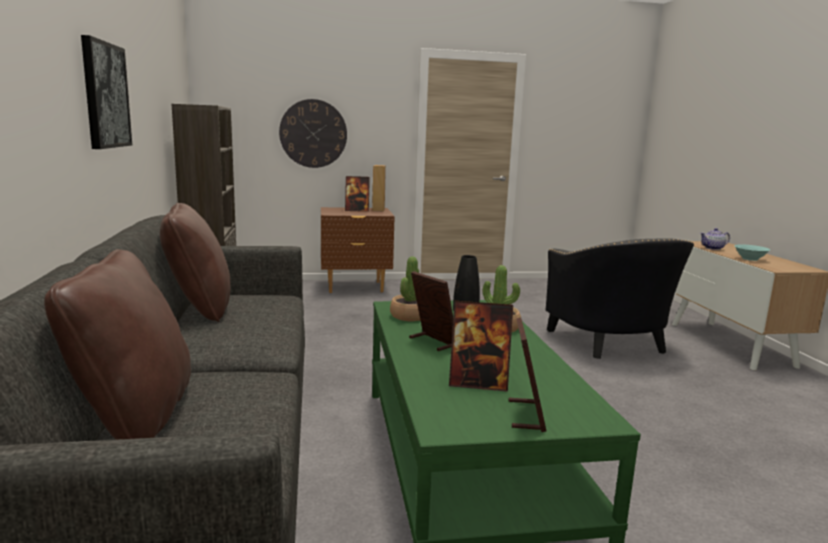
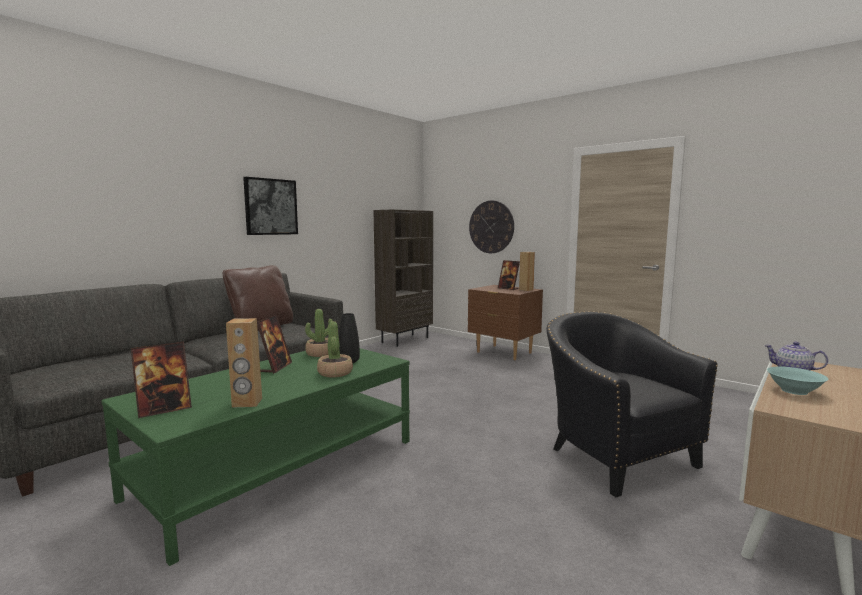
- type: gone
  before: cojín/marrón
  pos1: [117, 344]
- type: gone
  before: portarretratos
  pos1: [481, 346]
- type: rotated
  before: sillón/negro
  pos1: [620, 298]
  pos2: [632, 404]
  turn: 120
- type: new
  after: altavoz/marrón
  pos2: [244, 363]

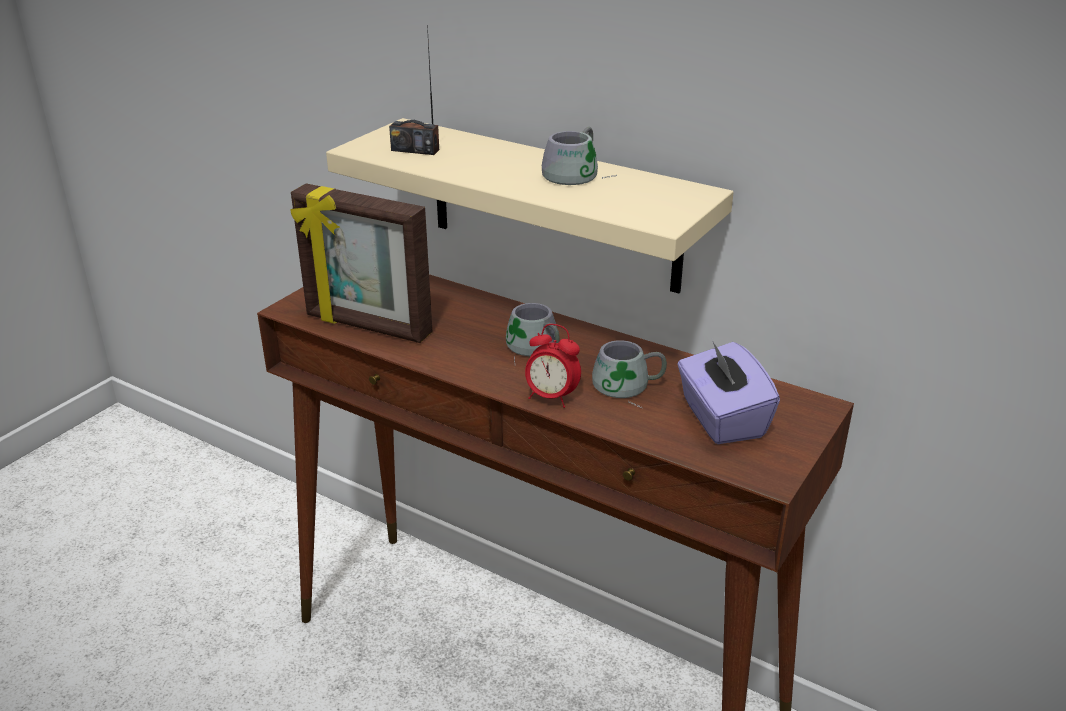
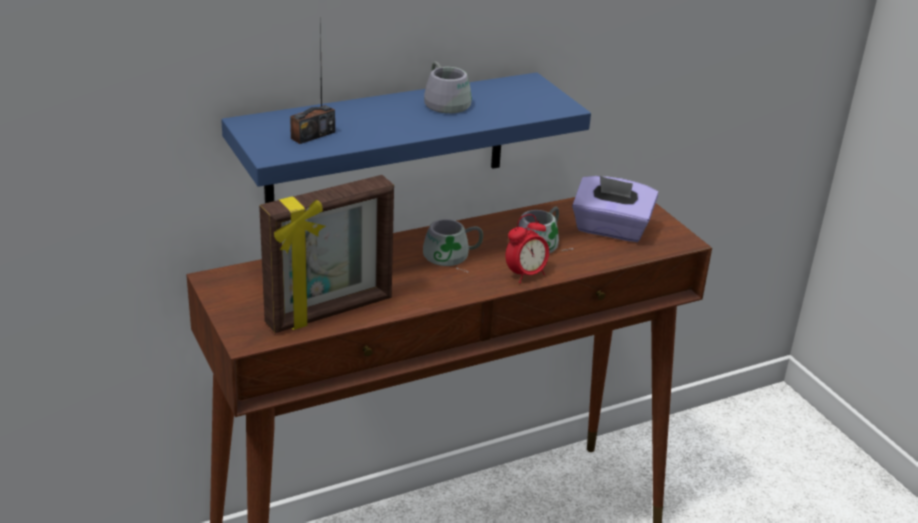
- type: repainted
  before: estante/beis
  after: estante/azul
  pos1: [530, 206]
  pos2: [406, 137]

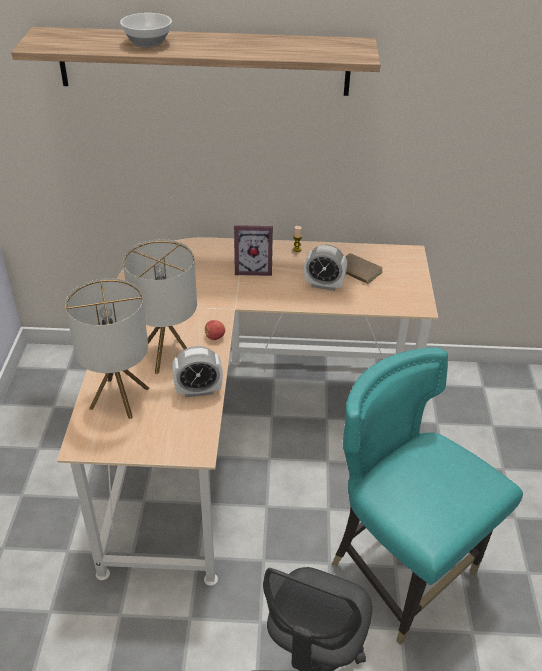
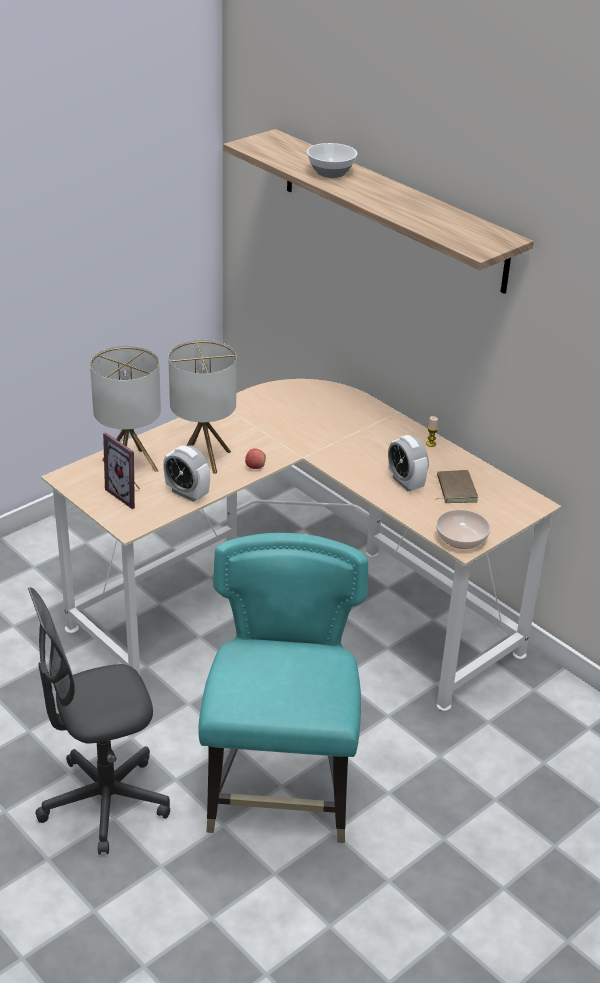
- type: shifted
  before: portarretratos
  pos1: [253, 250]
  pos2: [122, 471]
- type: new
  after: cuenco
  pos2: [463, 529]

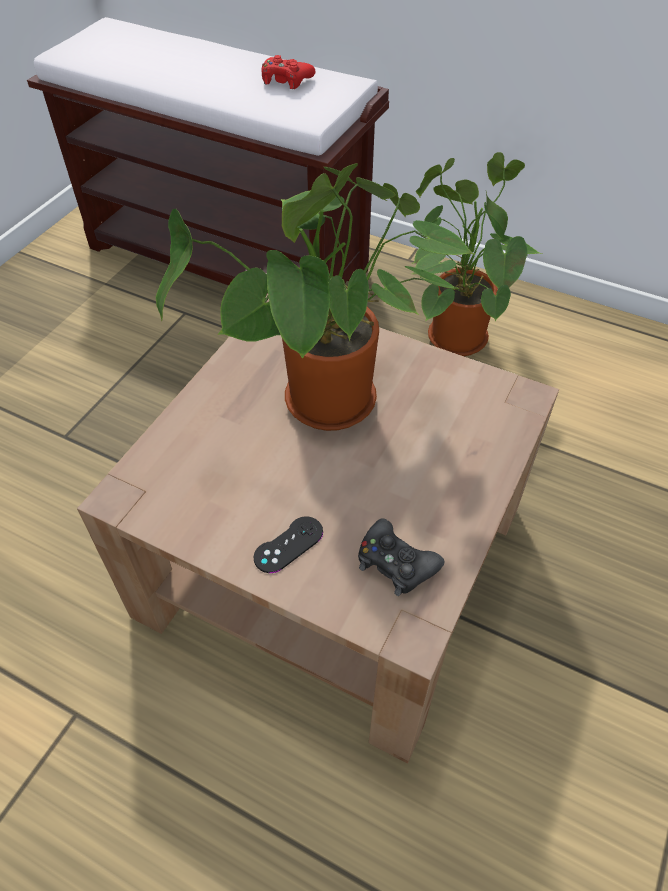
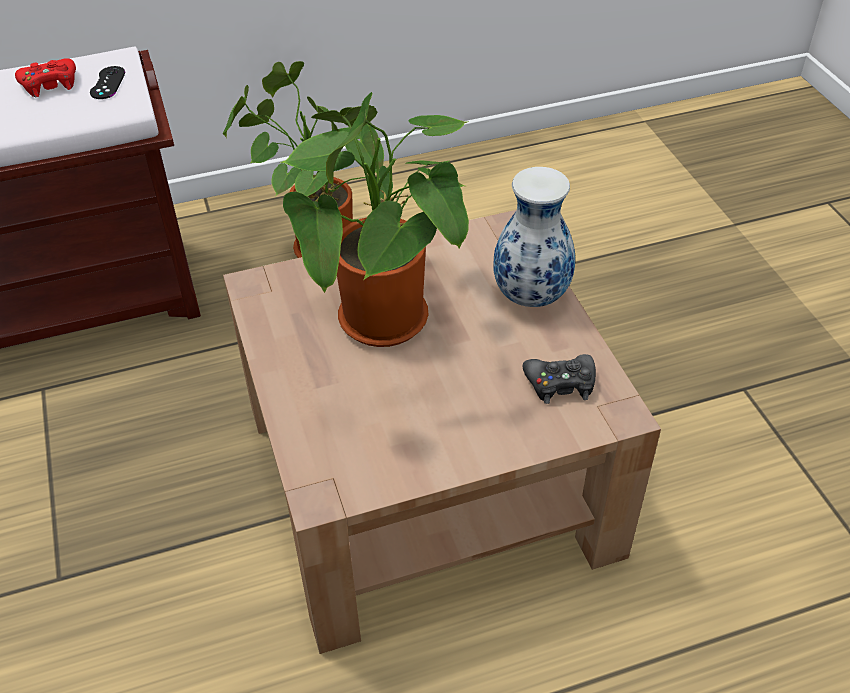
- type: shifted
  before: mando de consola/negro
  pos1: [288, 544]
  pos2: [107, 82]
- type: new
  after: florero
  pos2: [534, 237]

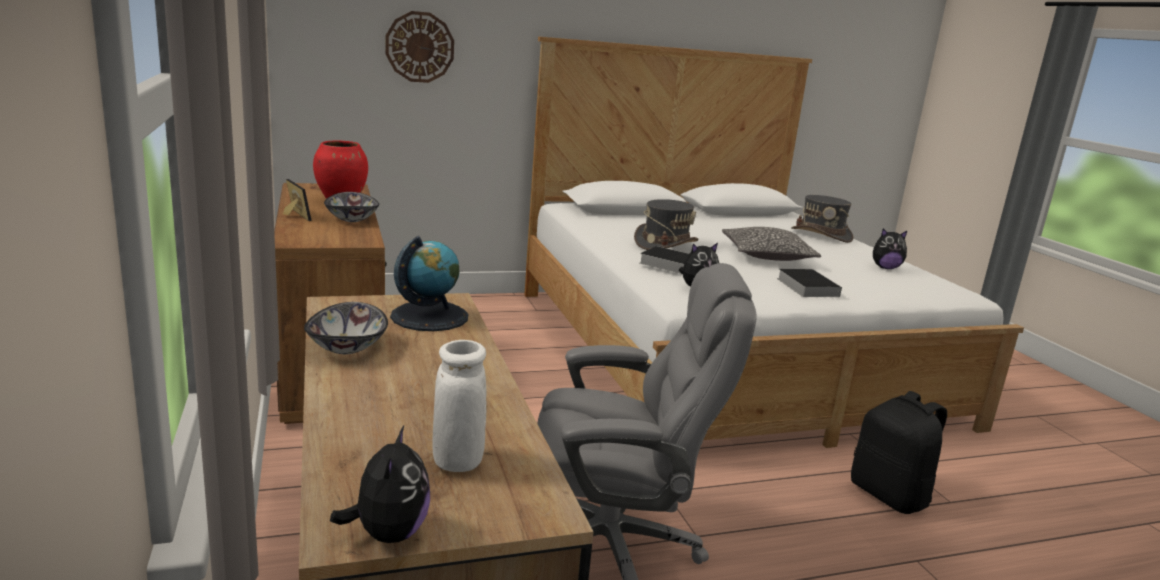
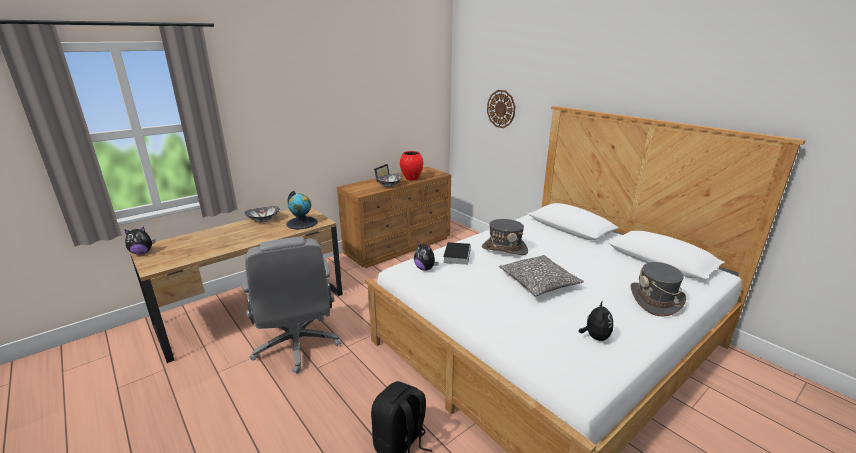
- type: gone
  before: florero/blanco
  pos1: [459, 406]
- type: gone
  before: libro
  pos1: [809, 283]
- type: rotated
  before: peluche
  pos1: [890, 249]
  pos2: [596, 320]
  turn: -150

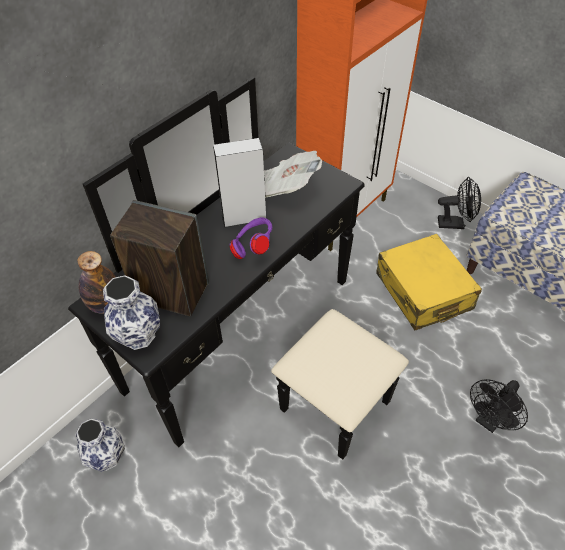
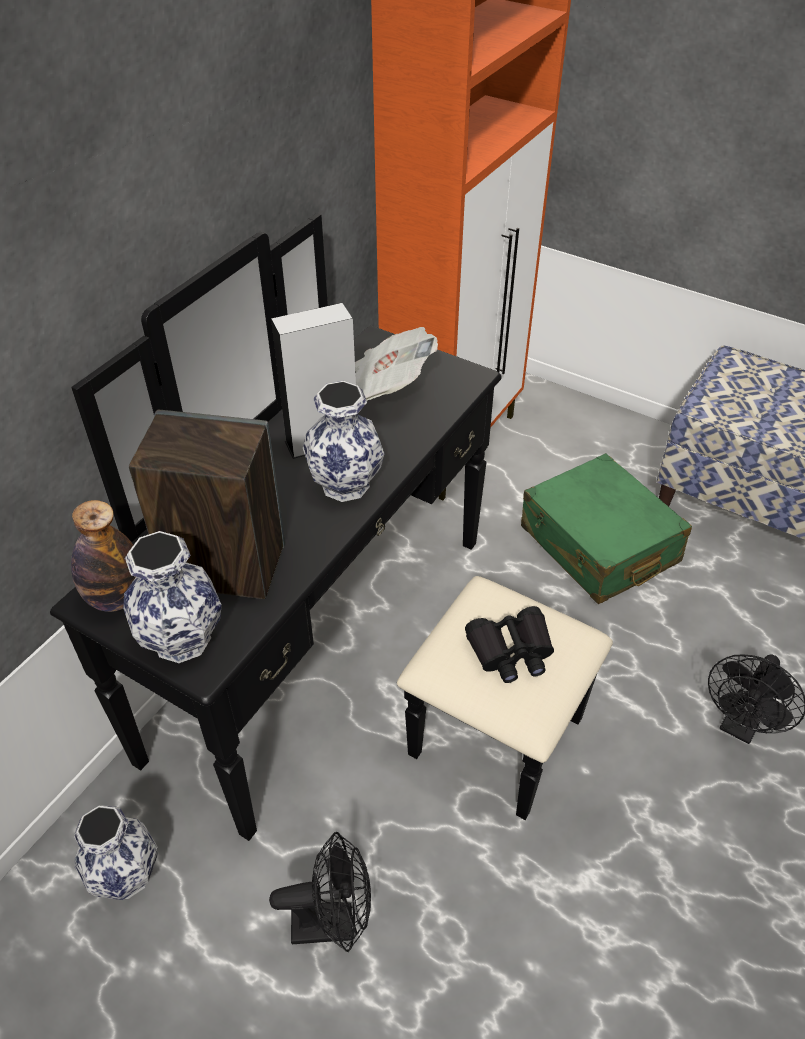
- type: swapped
  before: auriculares/morado
  after: florero
  pos1: [250, 238]
  pos2: [343, 441]
- type: repainted
  before: maleta/amarillo
  after: maleta/verde
  pos1: [429, 282]
  pos2: [606, 528]
- type: shifted
  before: ventilador/negro
  pos1: [459, 203]
  pos2: [320, 892]
- type: new
  after: prismáticos/negro
  pos2: [509, 644]

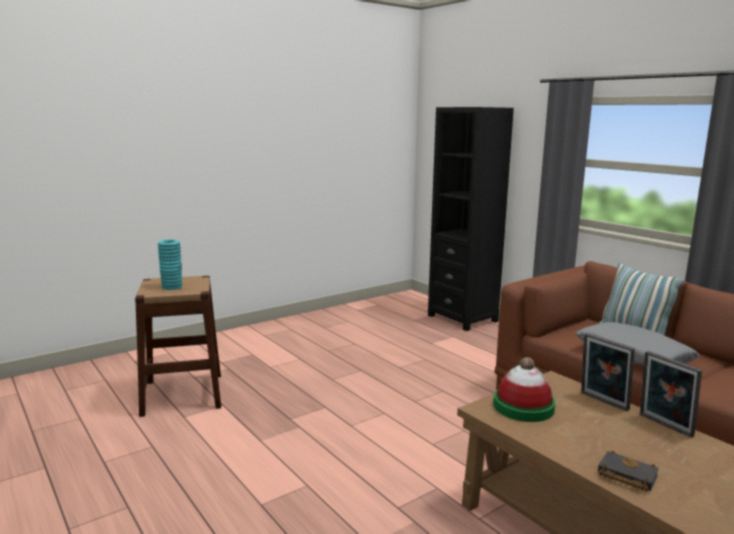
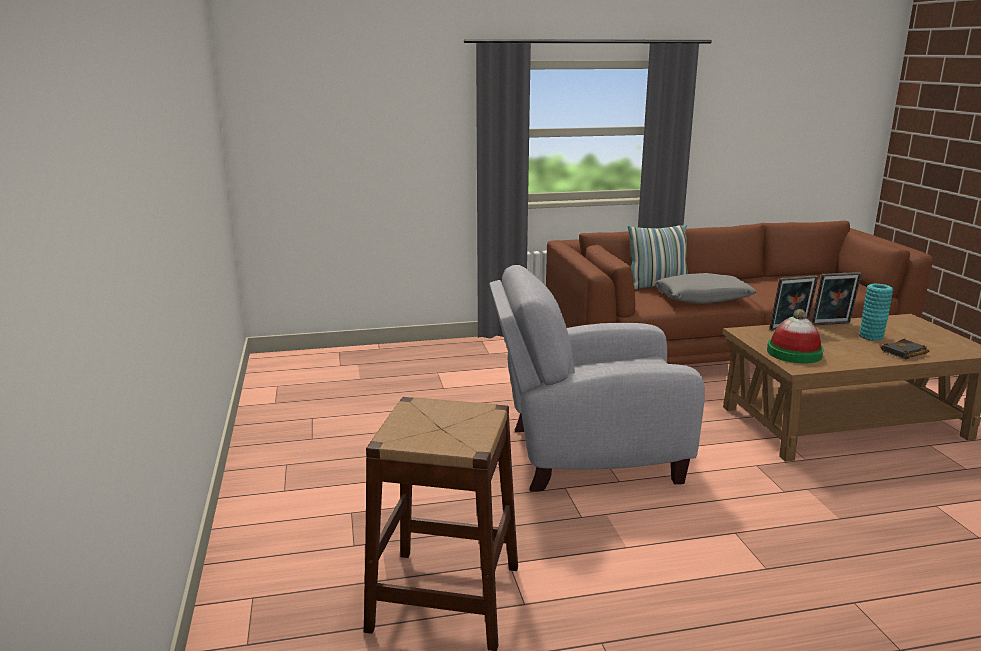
- type: shifted
  before: florero/turquesa
  pos1: [170, 264]
  pos2: [876, 312]
- type: gone
  before: estantería/negro
  pos1: [471, 219]
- type: new
  after: sillón/gris
  pos2: [597, 378]

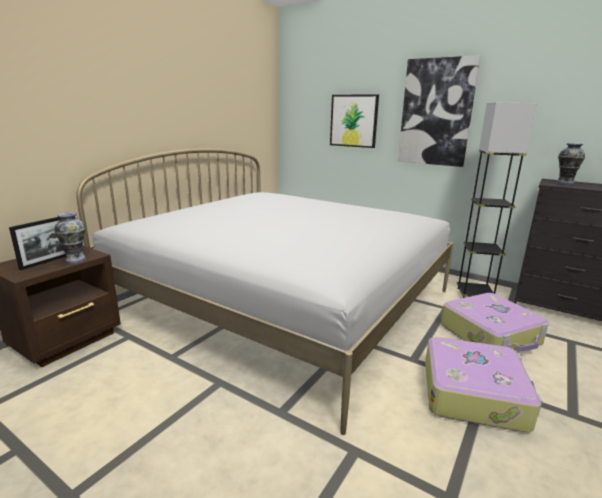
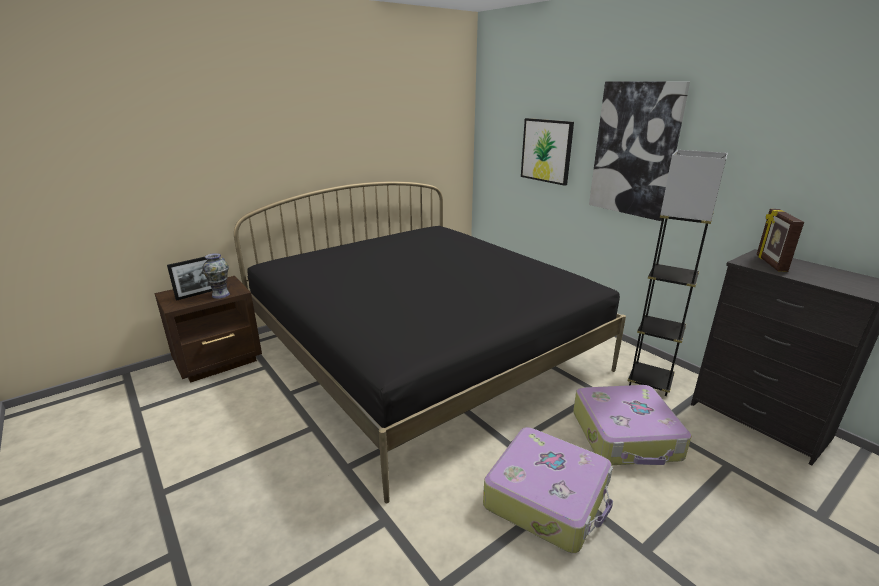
- type: repainted
  before: cama/blanco
  after: cama/negro
  pos1: [265, 292]
  pos2: [430, 342]
- type: swapped
  before: florero
  after: portarretratos
  pos1: [570, 164]
  pos2: [780, 240]

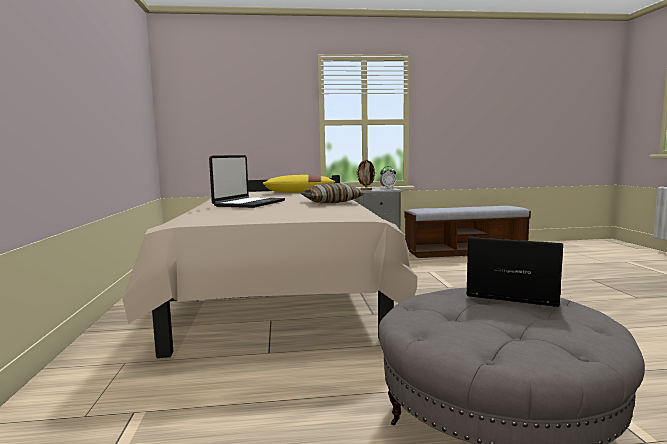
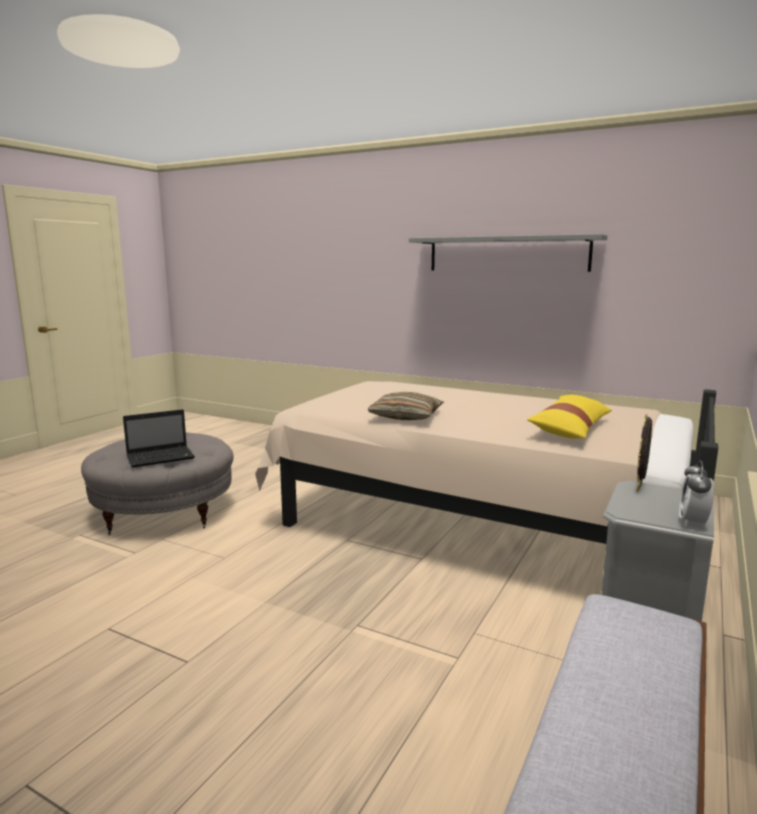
- type: gone
  before: portátil
  pos1: [247, 181]
- type: new
  after: estante/gris
  pos2: [508, 253]

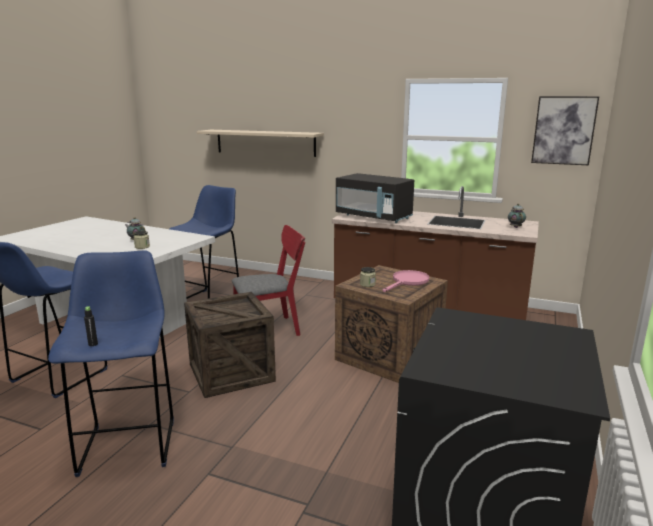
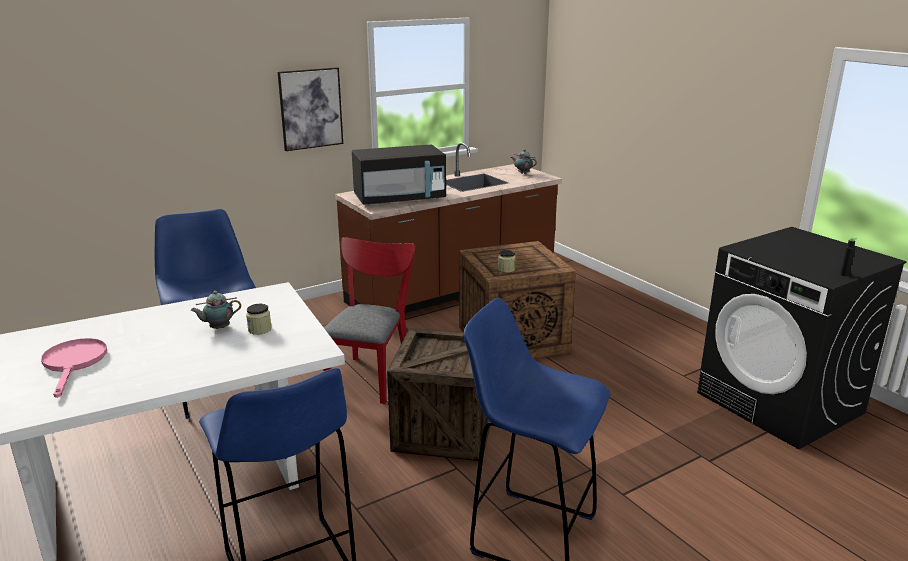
- type: shifted
  before: botella/negro
  pos1: [91, 326]
  pos2: [848, 256]
- type: gone
  before: estante/beis
  pos1: [260, 143]
- type: shifted
  before: sartén/rosa
  pos1: [406, 281]
  pos2: [74, 368]
- type: shifted
  before: cuadro
  pos1: [565, 130]
  pos2: [310, 109]

